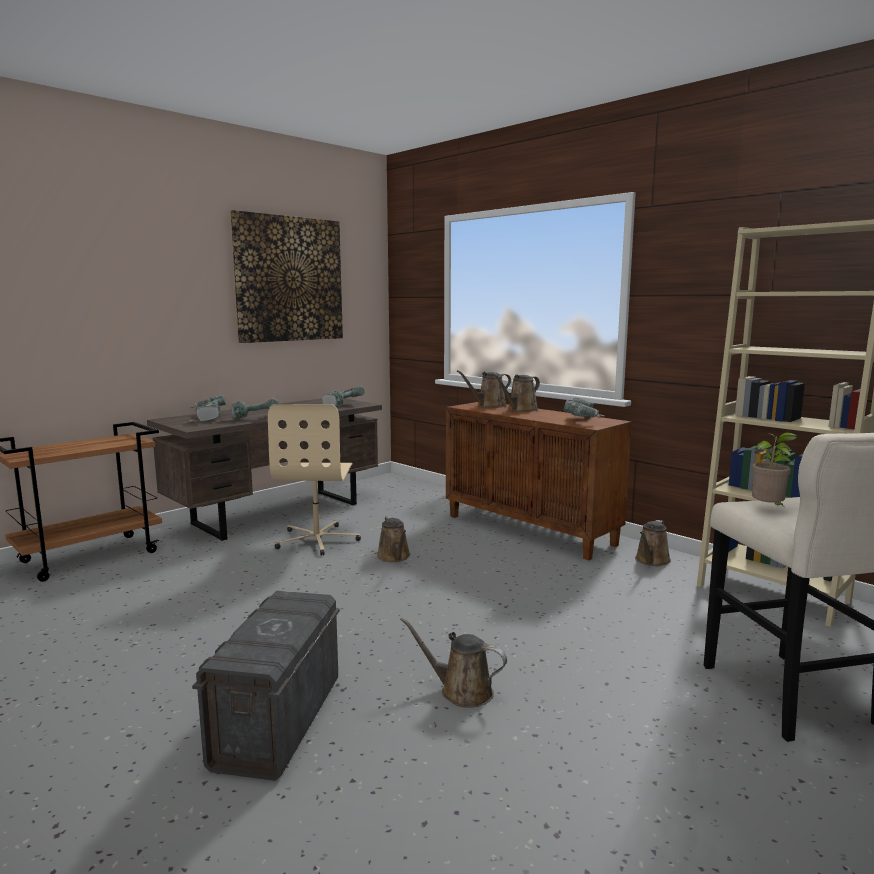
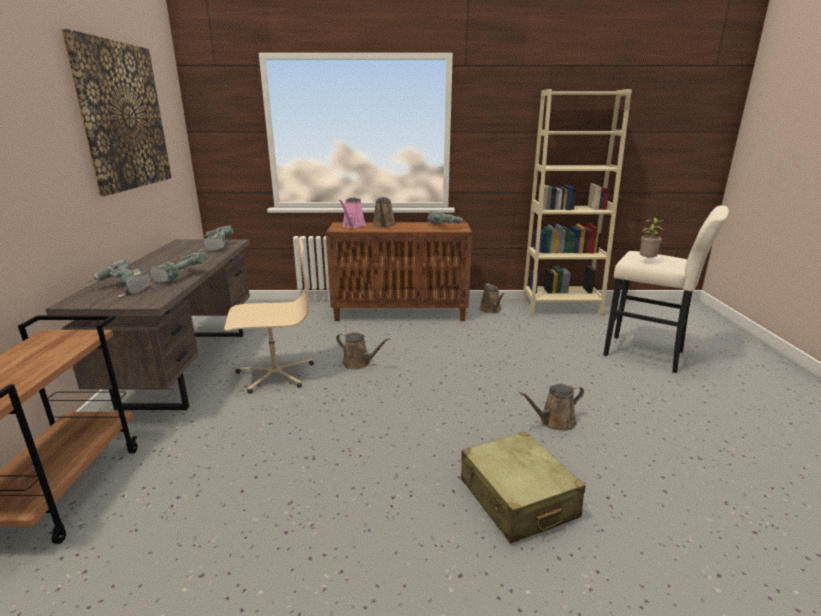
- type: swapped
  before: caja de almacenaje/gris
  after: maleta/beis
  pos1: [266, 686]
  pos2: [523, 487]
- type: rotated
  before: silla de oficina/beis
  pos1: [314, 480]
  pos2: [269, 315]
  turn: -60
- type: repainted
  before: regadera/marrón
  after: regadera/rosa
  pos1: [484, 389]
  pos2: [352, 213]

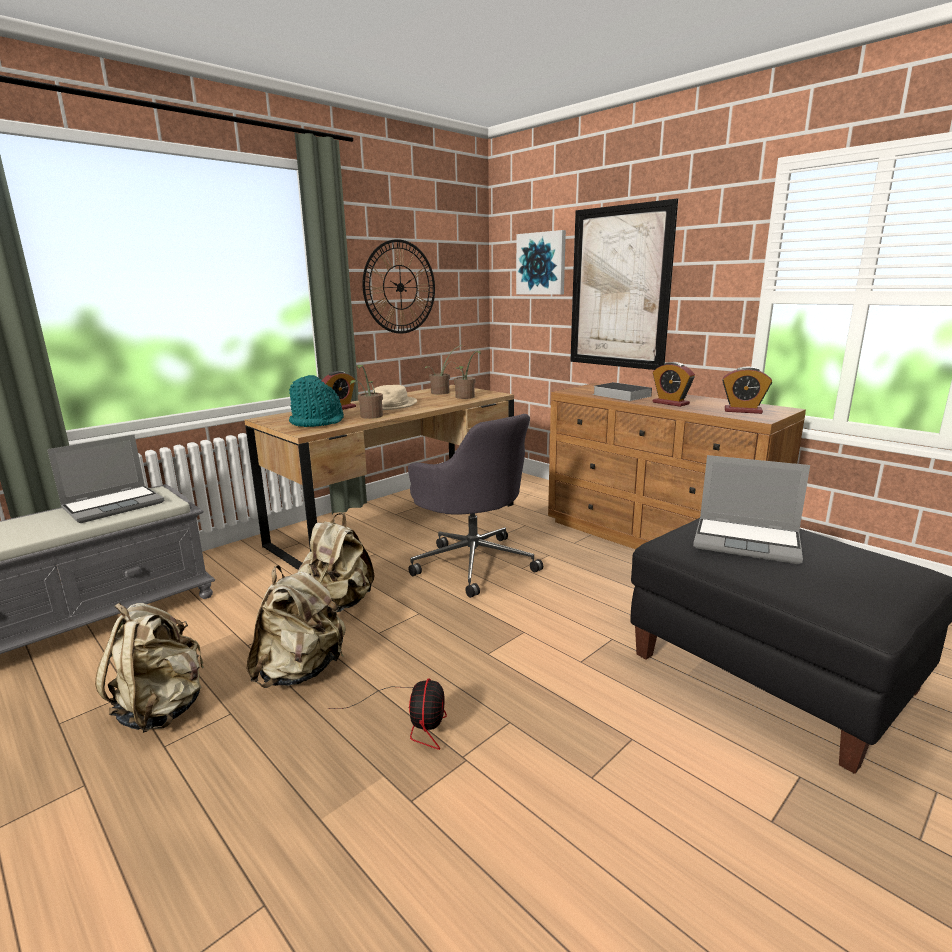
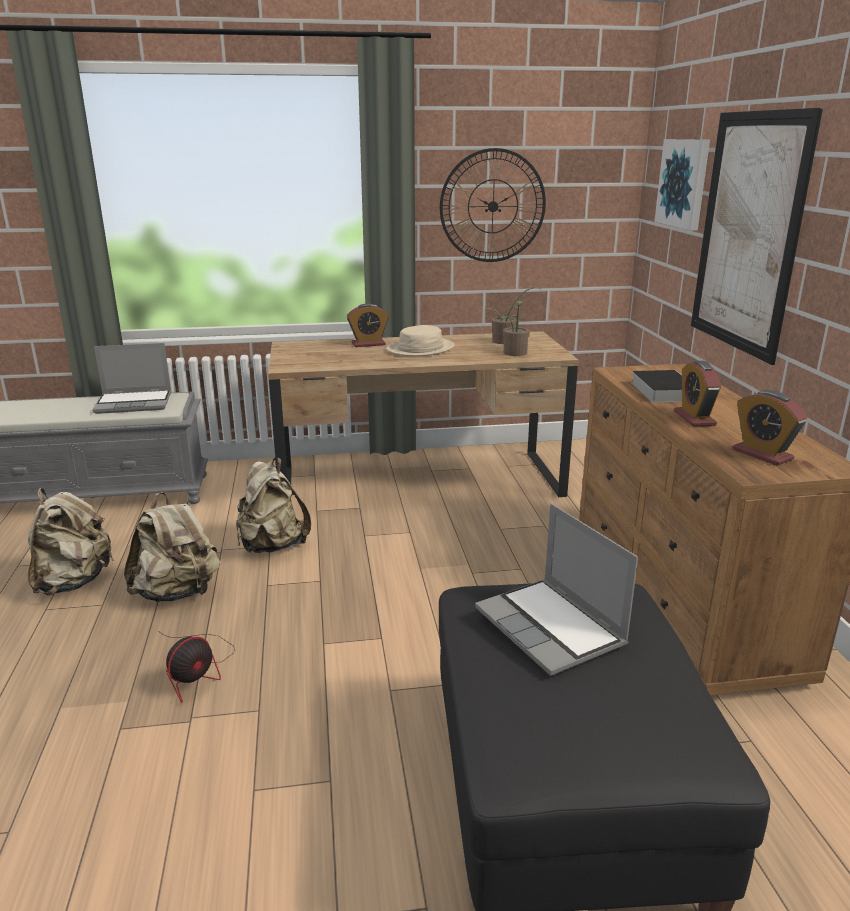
- type: gone
  before: sombrero/turquesa
  pos1: [316, 401]
- type: gone
  before: planta en maceta
  pos1: [366, 391]
- type: gone
  before: silla de oficina/gris
  pos1: [475, 506]

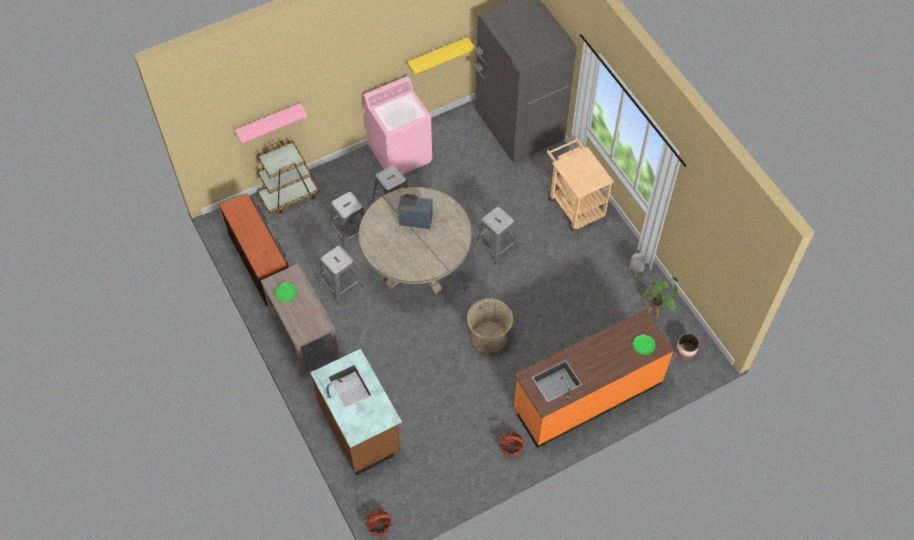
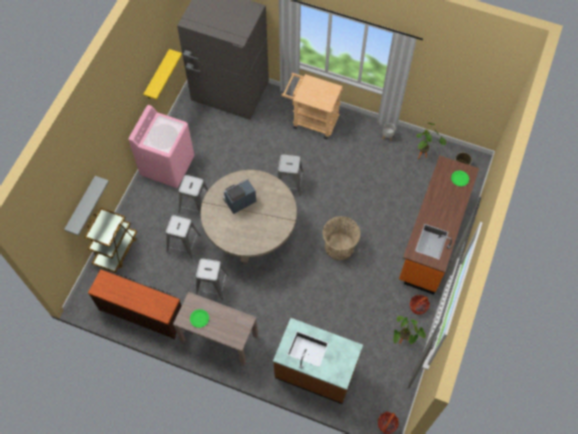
- type: repainted
  before: estante/rosa
  after: estante/gris
  pos1: [270, 123]
  pos2: [86, 206]
- type: new
  after: planta en maceta
  pos2: [409, 330]

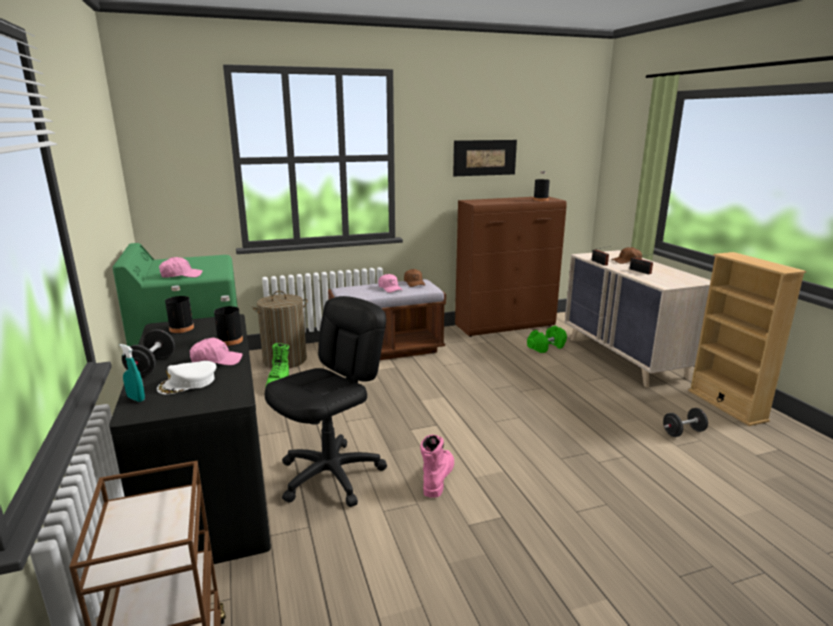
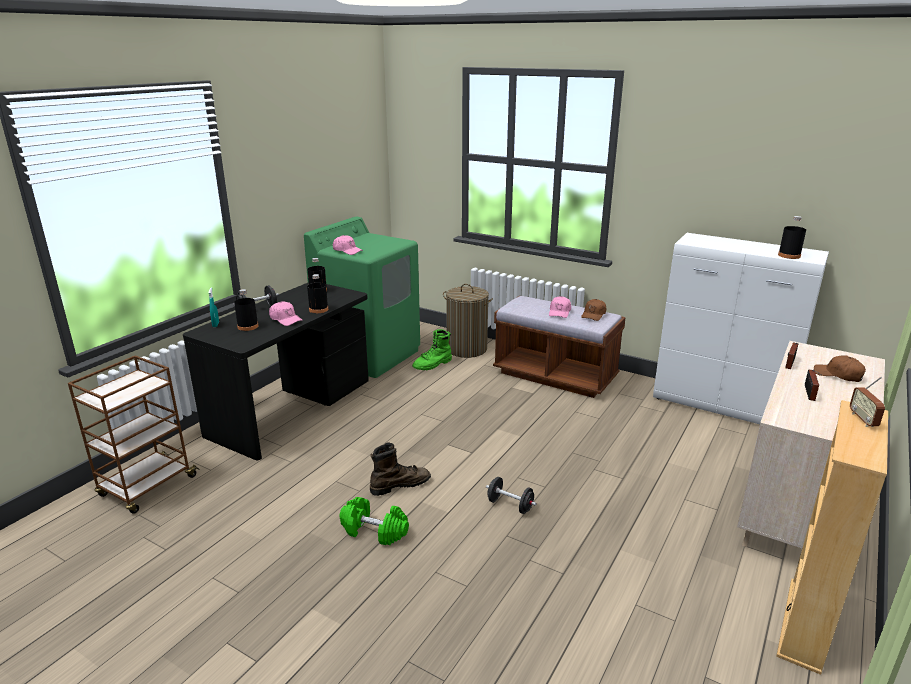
- type: swapped
  before: gorra/blanco
  after: botella/negro
  pos1: [187, 377]
  pos2: [246, 310]
- type: gone
  before: silla de oficina/negro
  pos1: [326, 401]
- type: repainted
  before: bota/rosa
  after: bota/marrón
  pos1: [437, 466]
  pos2: [400, 469]
- type: gone
  before: cuadro
  pos1: [485, 158]
- type: repainted
  before: armario/marrón
  after: armario/blanco
  pos1: [511, 266]
  pos2: [741, 328]
- type: shifted
  before: mancuerna/verde
  pos1: [547, 339]
  pos2: [374, 521]
- type: shifted
  before: mancuerna/negro
  pos1: [685, 422]
  pos2: [511, 495]
- type: new
  after: radio
  pos2: [867, 402]

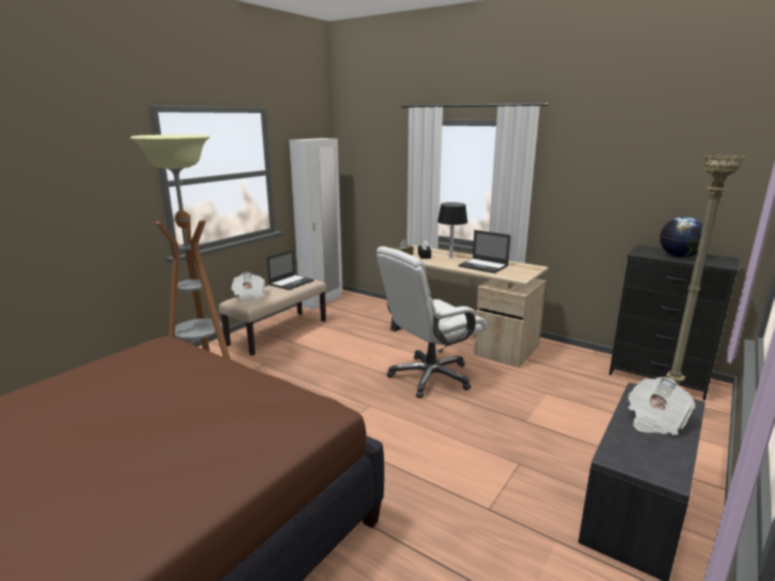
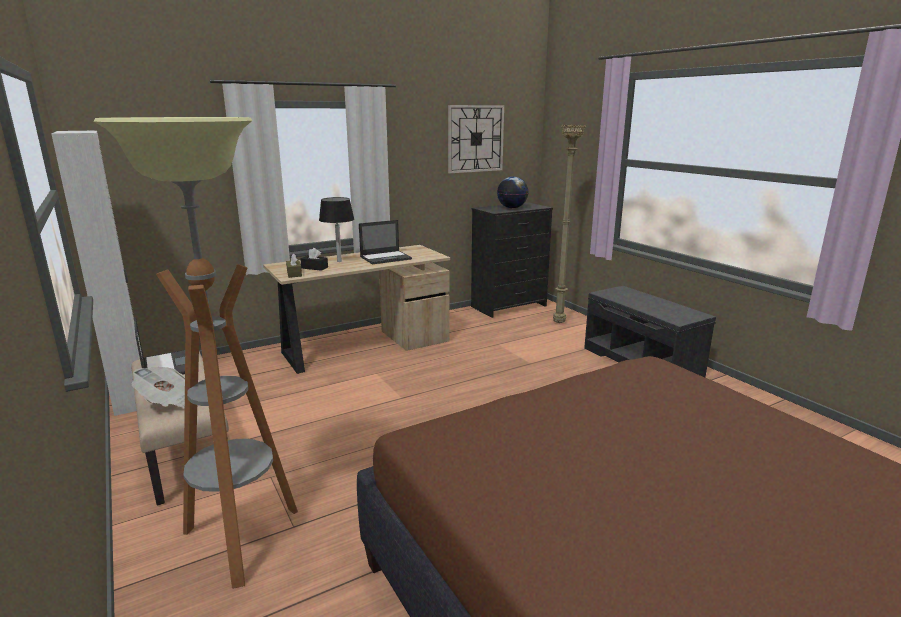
- type: gone
  before: silla de oficina/blanco
  pos1: [432, 322]
- type: gone
  before: periódico
  pos1: [661, 406]
- type: new
  after: reloj de pared
  pos2: [476, 139]

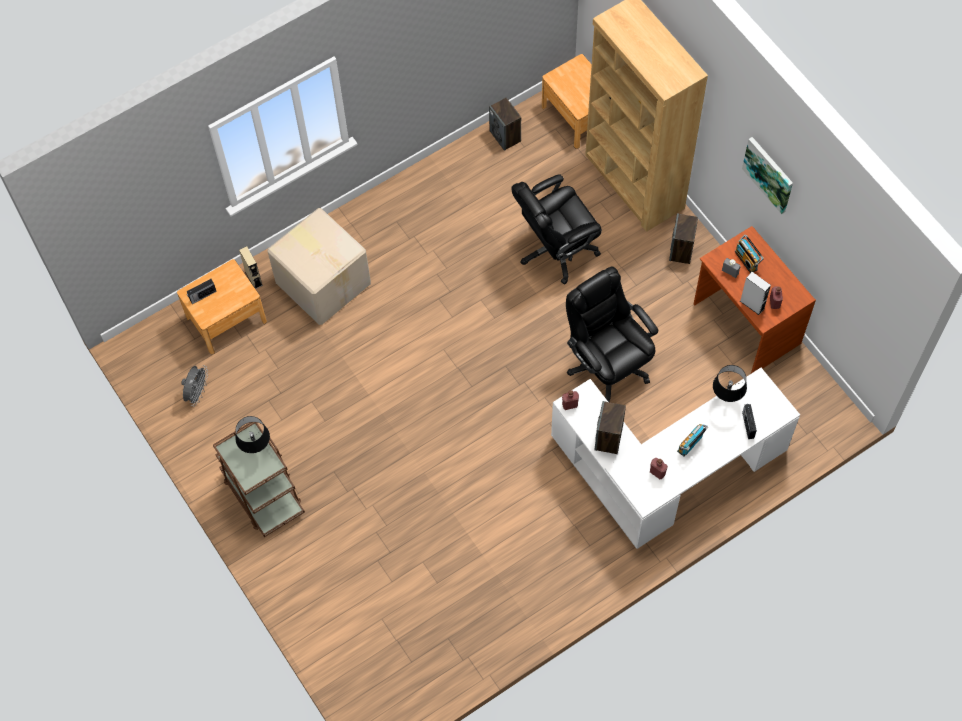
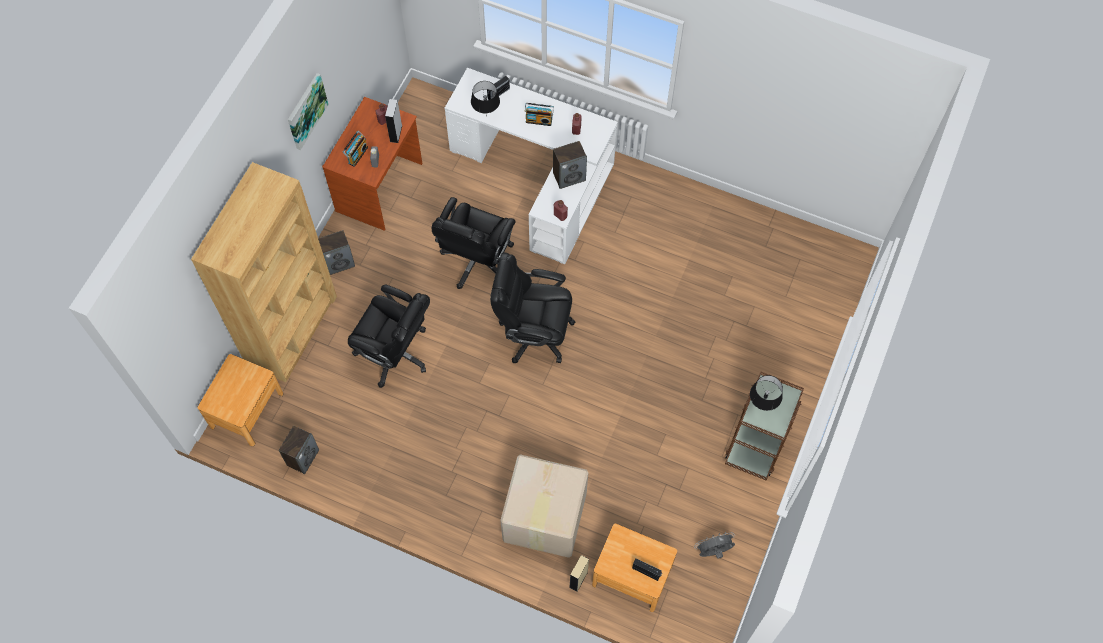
- type: new
  after: silla de oficina/negro
  pos2: [532, 308]

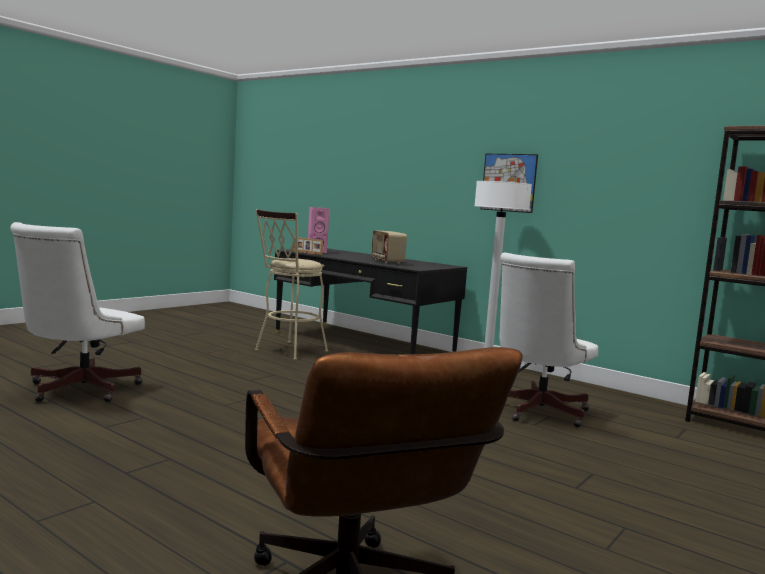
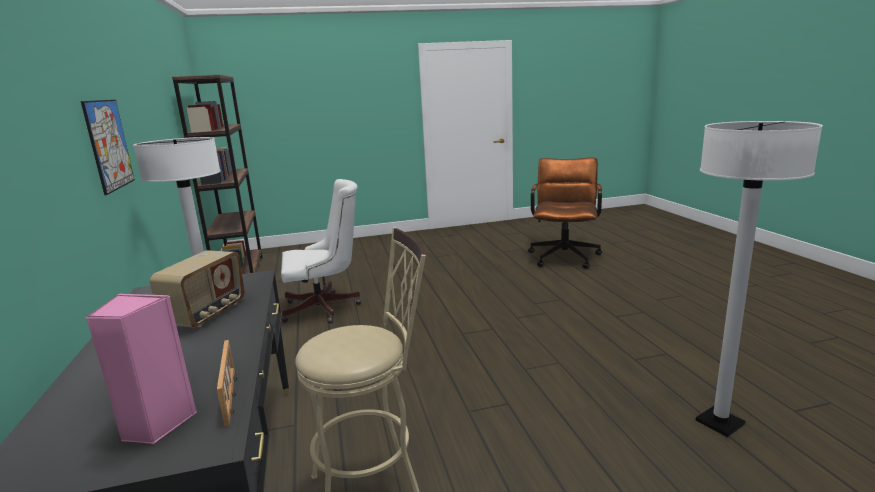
- type: swapped
  before: silla de oficina/blanco
  after: lámpara de pie/blanco
  pos1: [77, 312]
  pos2: [759, 279]

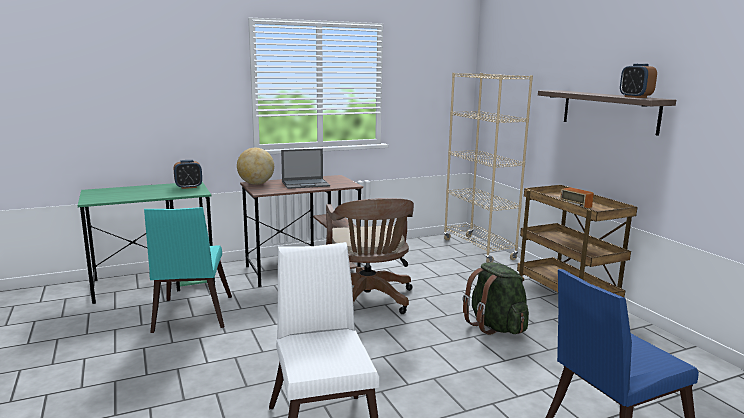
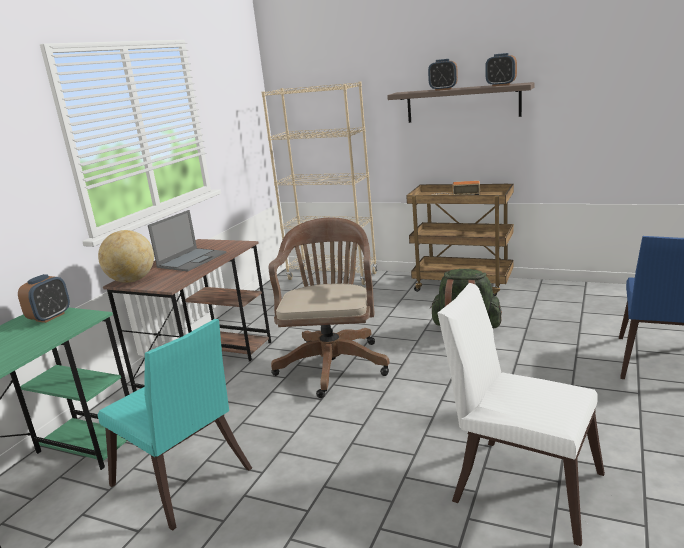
- type: rotated
  before: silla de oficina/marrón
  pos1: [370, 256]
  pos2: [329, 307]
  turn: -120
- type: new
  after: despertador
  pos2: [443, 75]

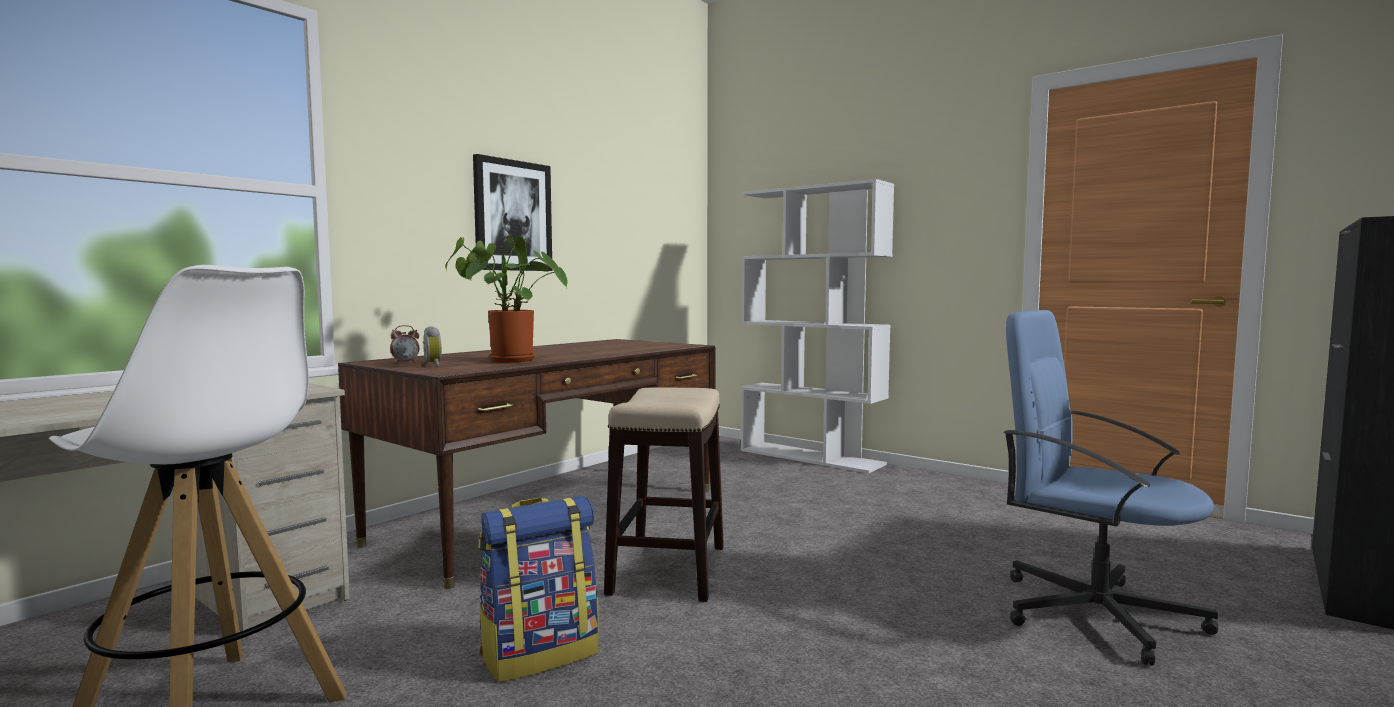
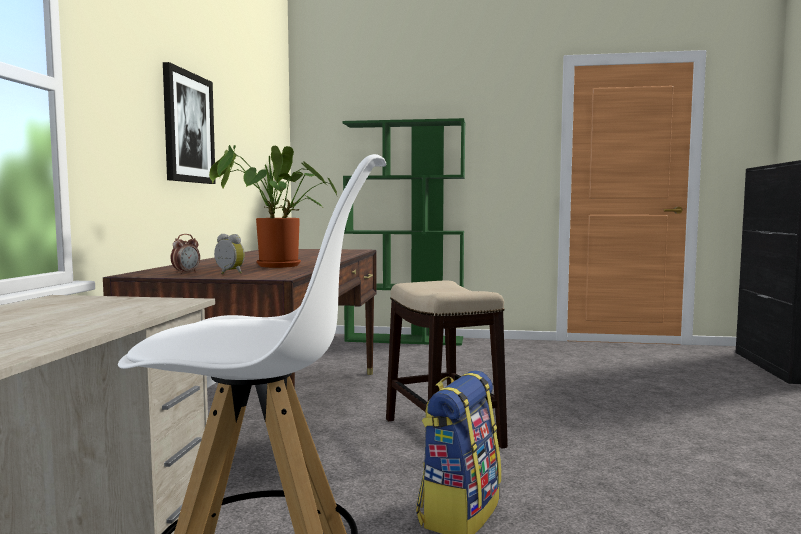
- type: repainted
  before: estantería/blanco
  after: estantería/verde
  pos1: [817, 326]
  pos2: [403, 232]
- type: gone
  before: silla de oficina/azul
  pos1: [1111, 488]

